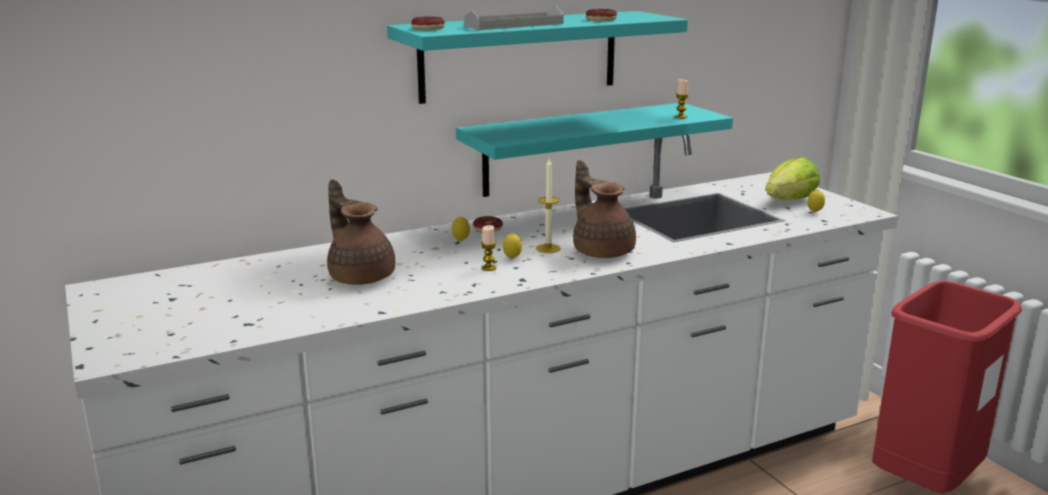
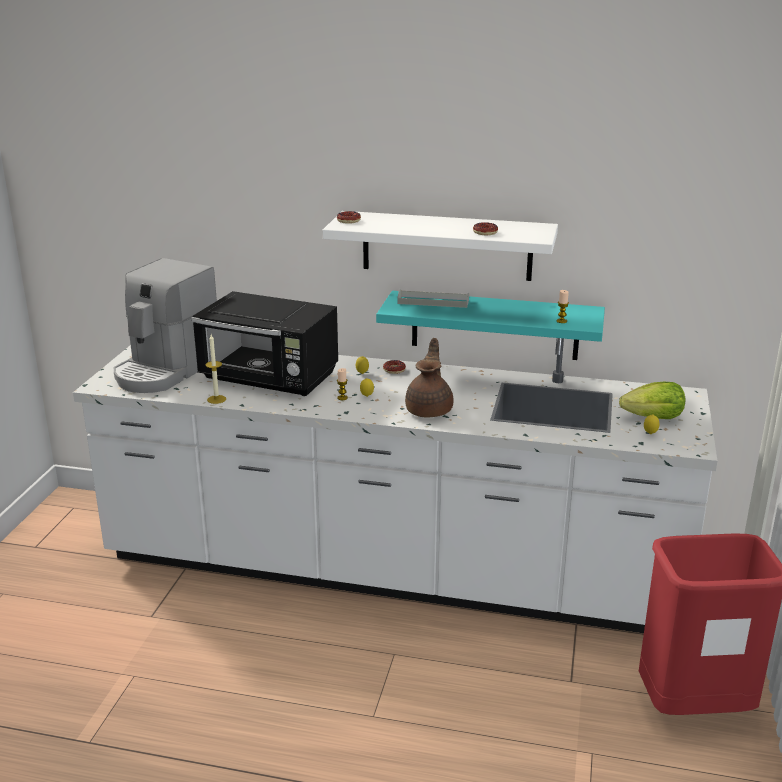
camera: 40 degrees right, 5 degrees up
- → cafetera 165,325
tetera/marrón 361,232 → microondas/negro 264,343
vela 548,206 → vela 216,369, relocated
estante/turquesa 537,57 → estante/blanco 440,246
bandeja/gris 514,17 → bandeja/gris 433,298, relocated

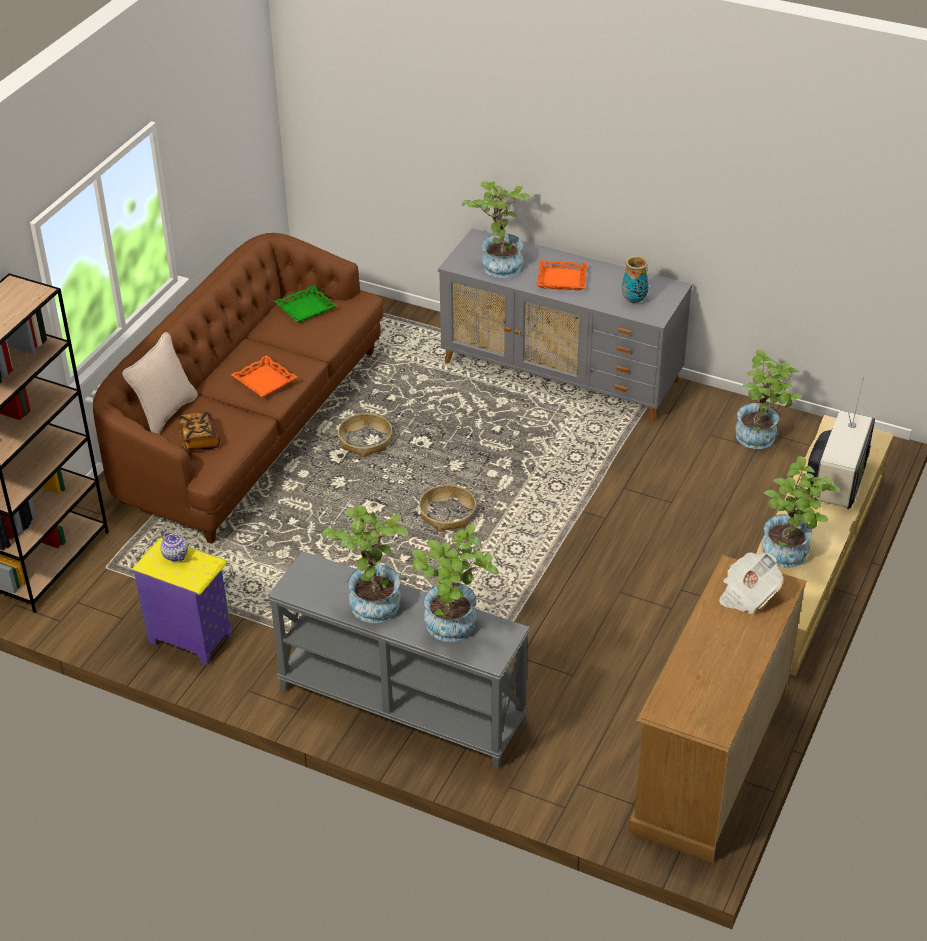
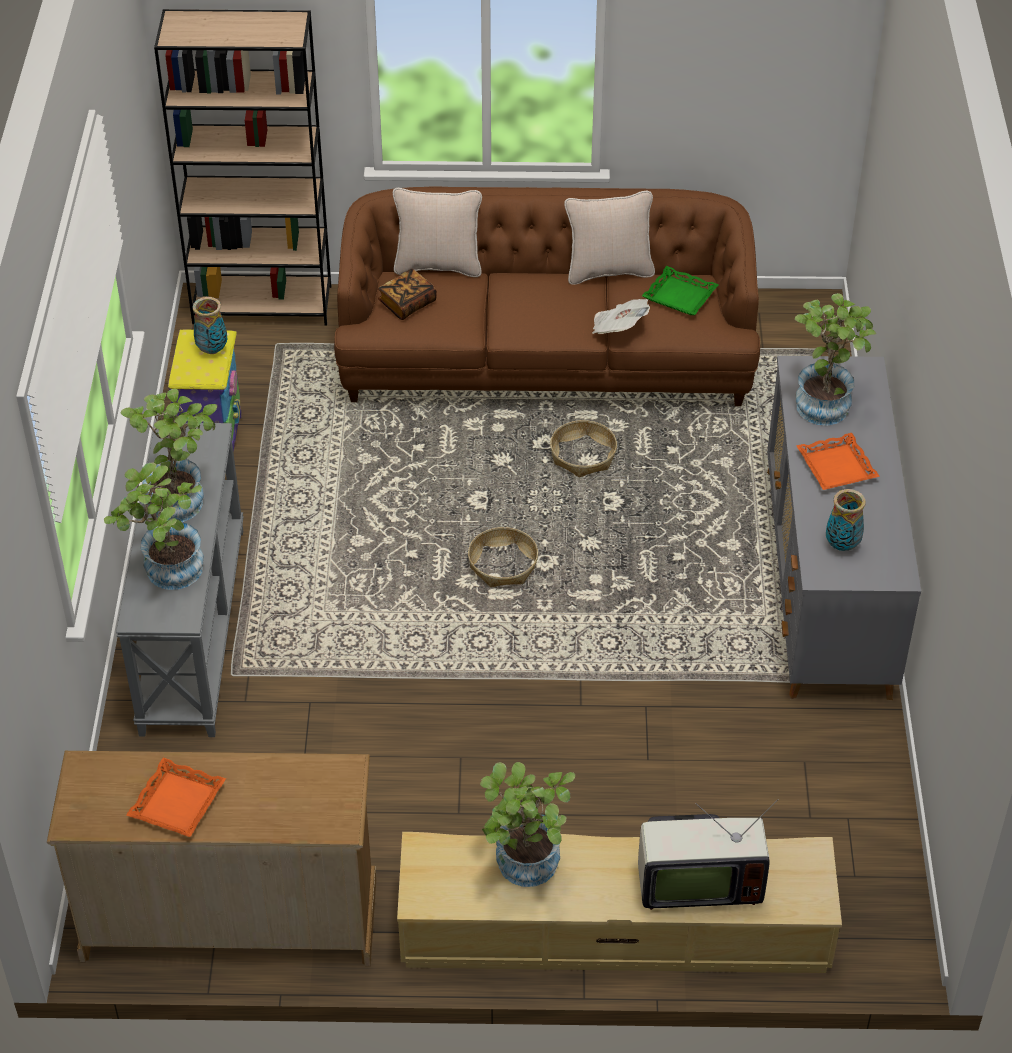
camera: 65 degrees right, 5 degrees up
bandeja/naranja 264,376 → bandeja/naranja 176,797, relocated
tetera 174,545 → florero 209,325
- → cojín/beis 609,238
periódico 751,583 → periódico 621,316, relocated
planta en maceta 768,399 → -

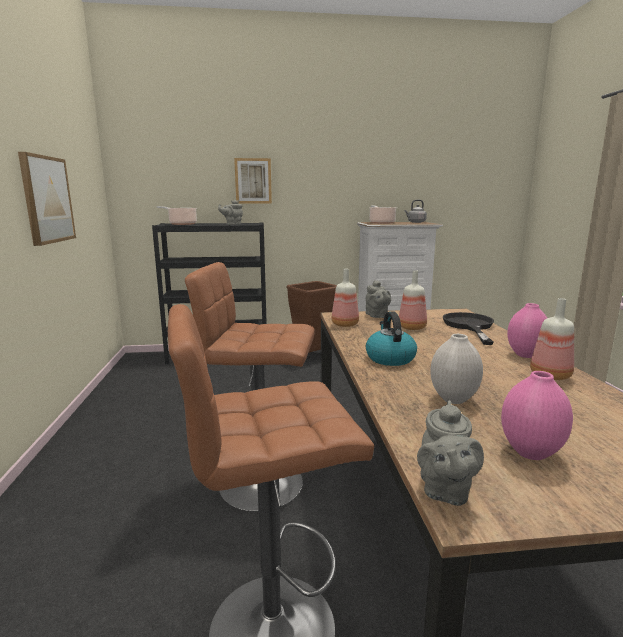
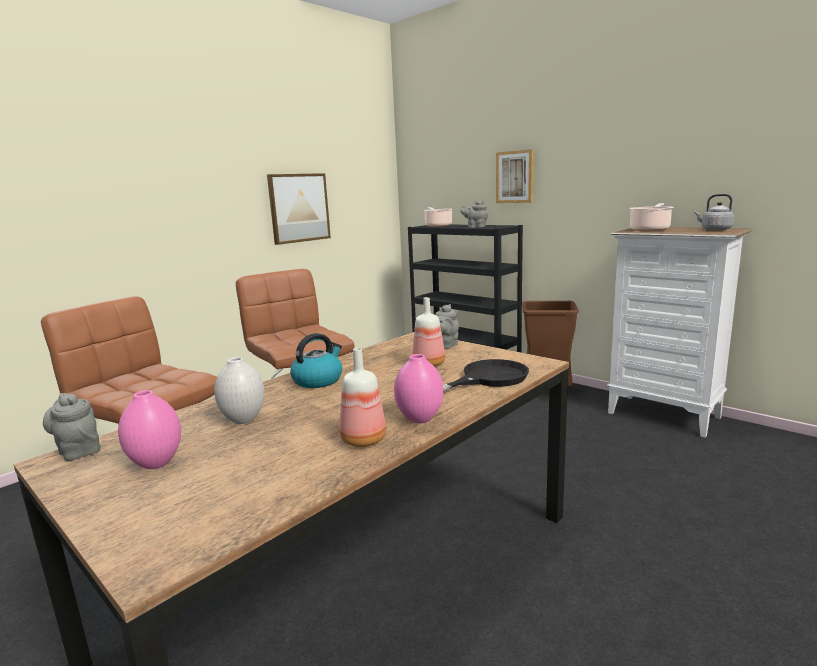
camera: 50 degrees right, 0 degrees up
tetera/gris 450,453 → tetera/gris 72,427, 75 degrees clockwise
botella 345,298 → -

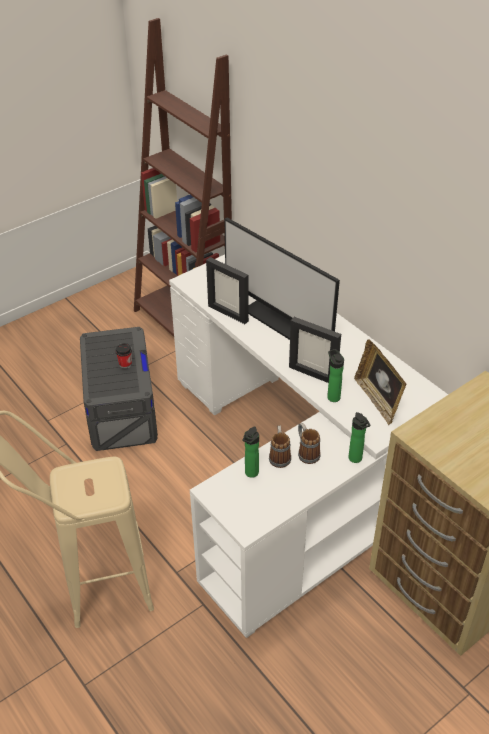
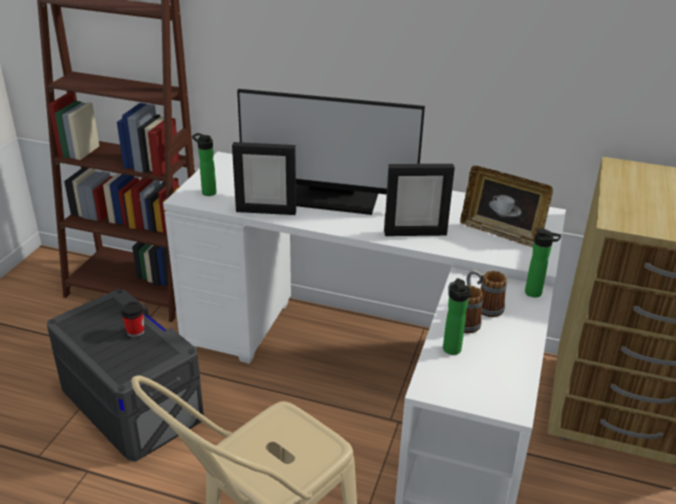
camera: 35 degrees left, 10 degrees down
botella 335,375 → botella 204,164, relocated

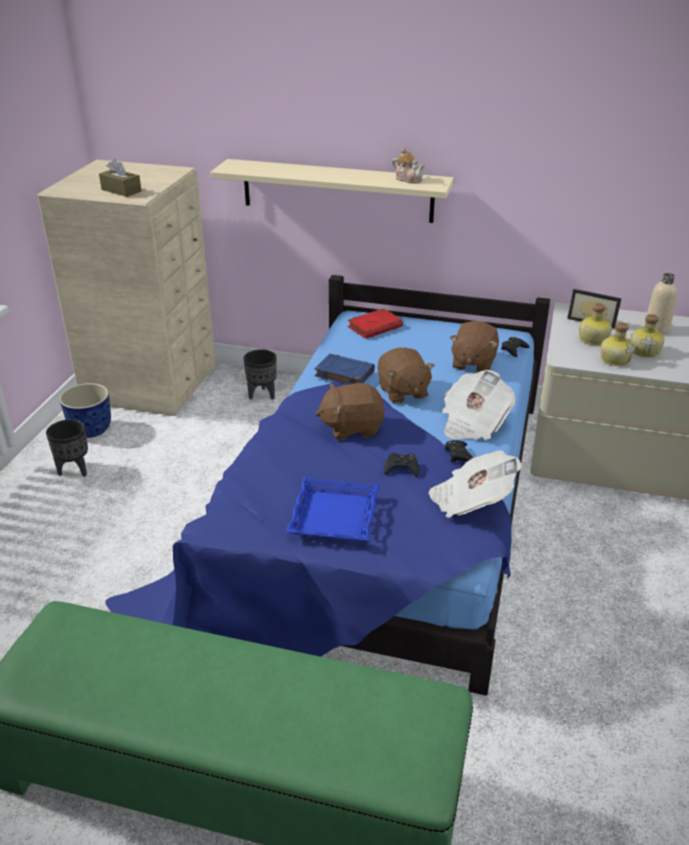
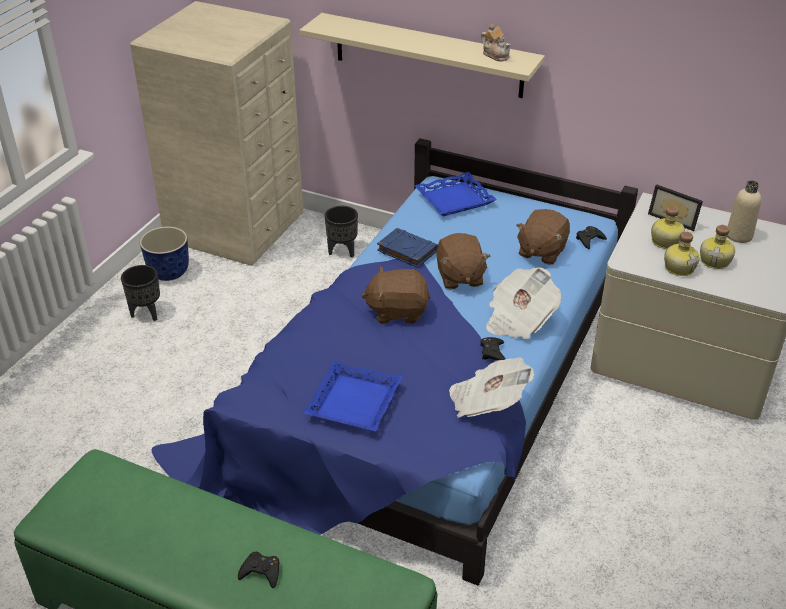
camera: 10 degrees right, 5 degrees up
mando de consola/negro 401,465 → mando de consola/negro 259,570, relocated
libro/rojo 375,323 → bandeja/azul 456,194
caja de pañuelos/marrón 120,178 → -

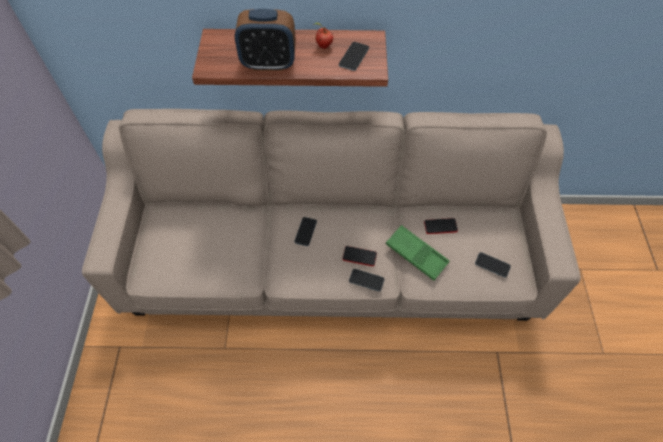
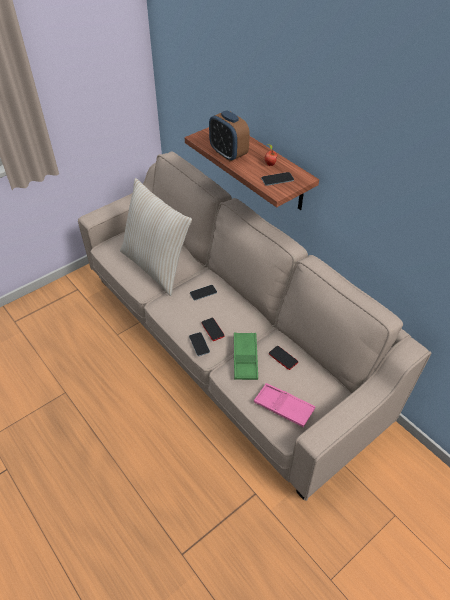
camera: 50 degrees right, 10 degrees down
- → cojín/beis 156,237
móvil 493,264 → bandeja/rosa 284,405

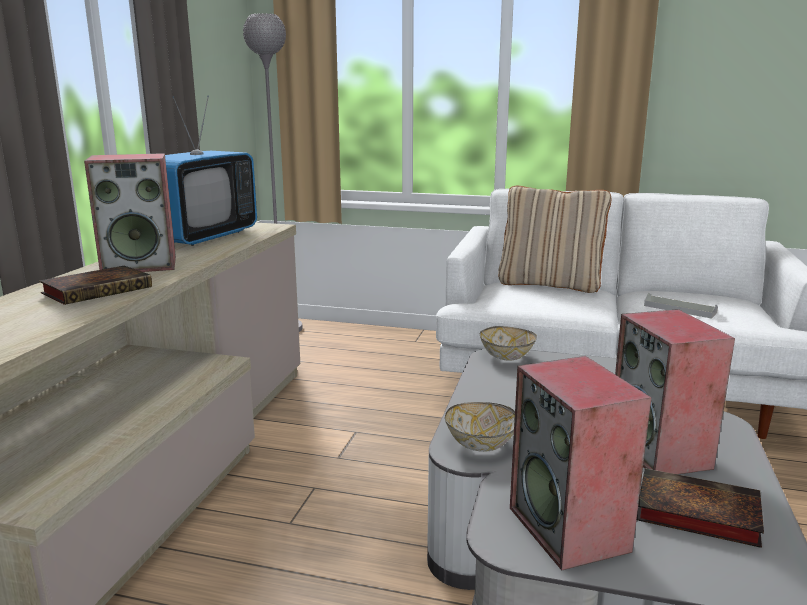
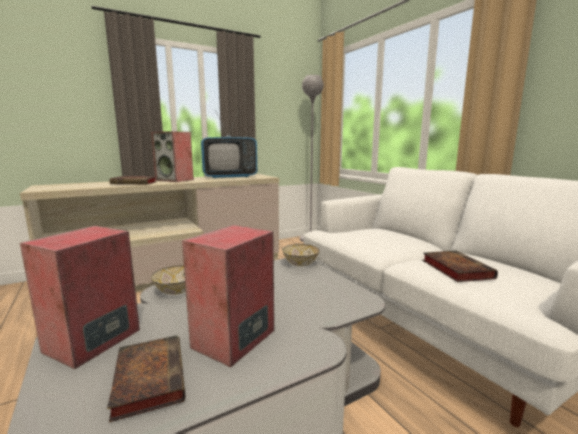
camera: 45 degrees right, 5 degrees down
bandeja/gris 681,306 → libro 460,266
cojín/beis 555,239 → -

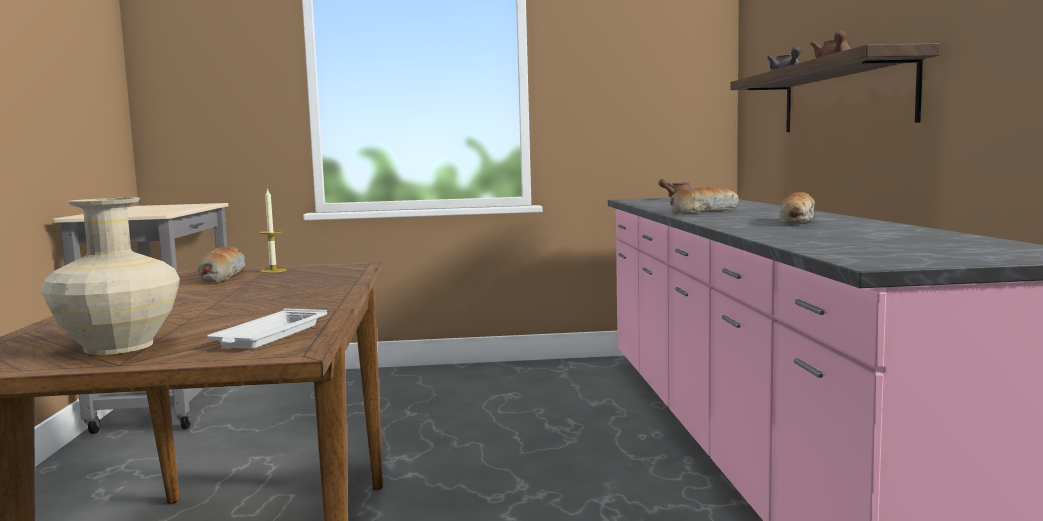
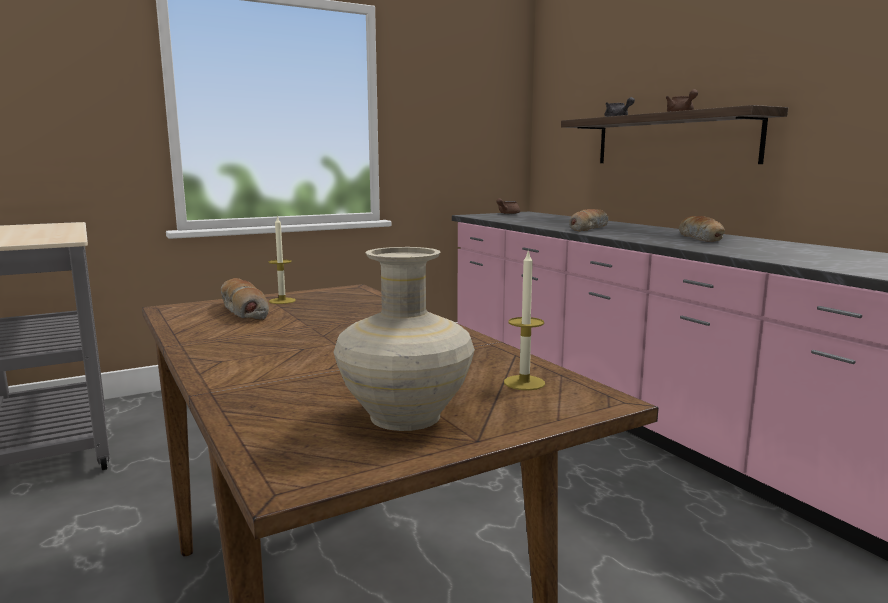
camera: 25 degrees left, 5 degrees up
bandeja/blanco 267,328 → vela 524,319

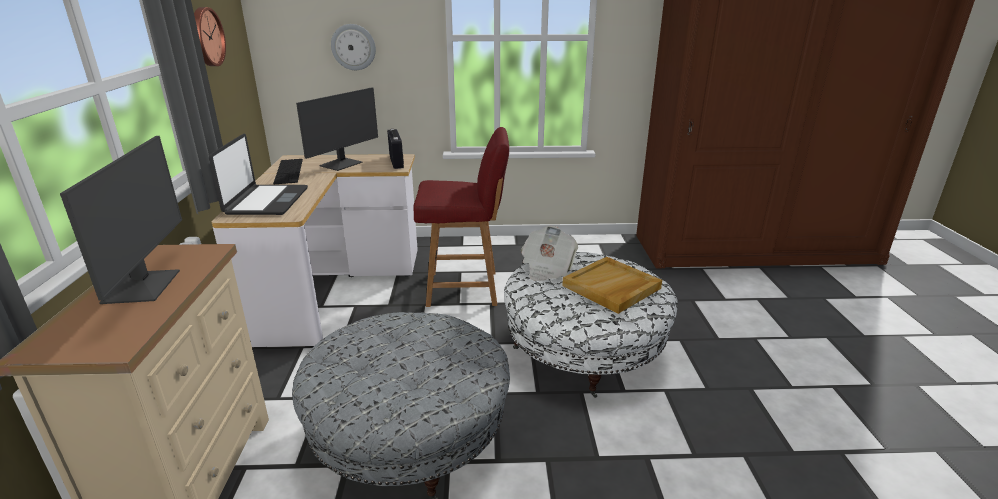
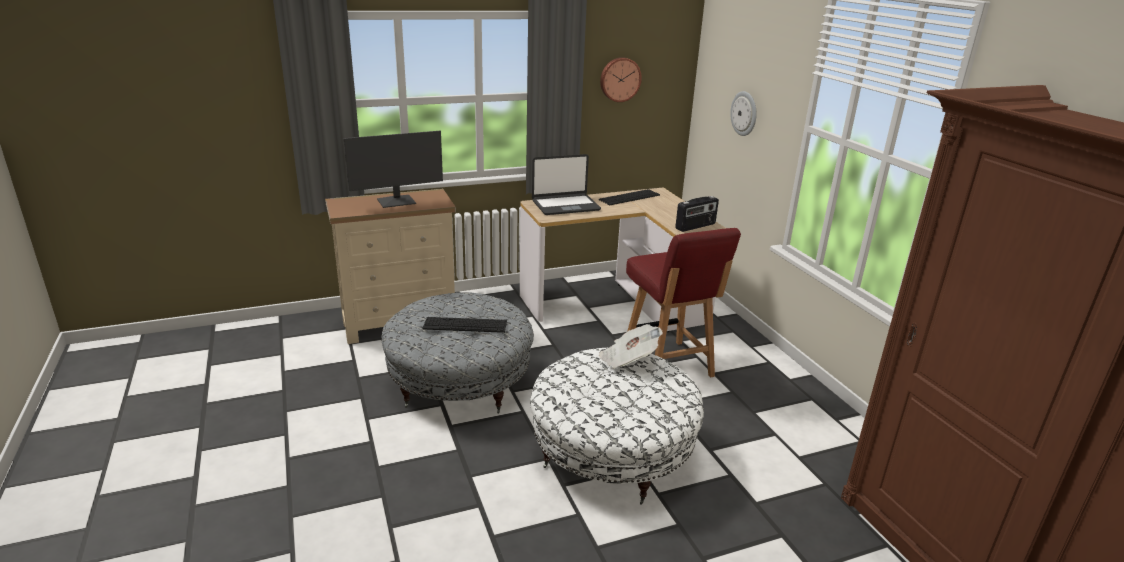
camera: 70 degrees right, 0 degrees up
- → teclado 464,325
monitor 337,129 → -
bandeja/beis 612,285 → -

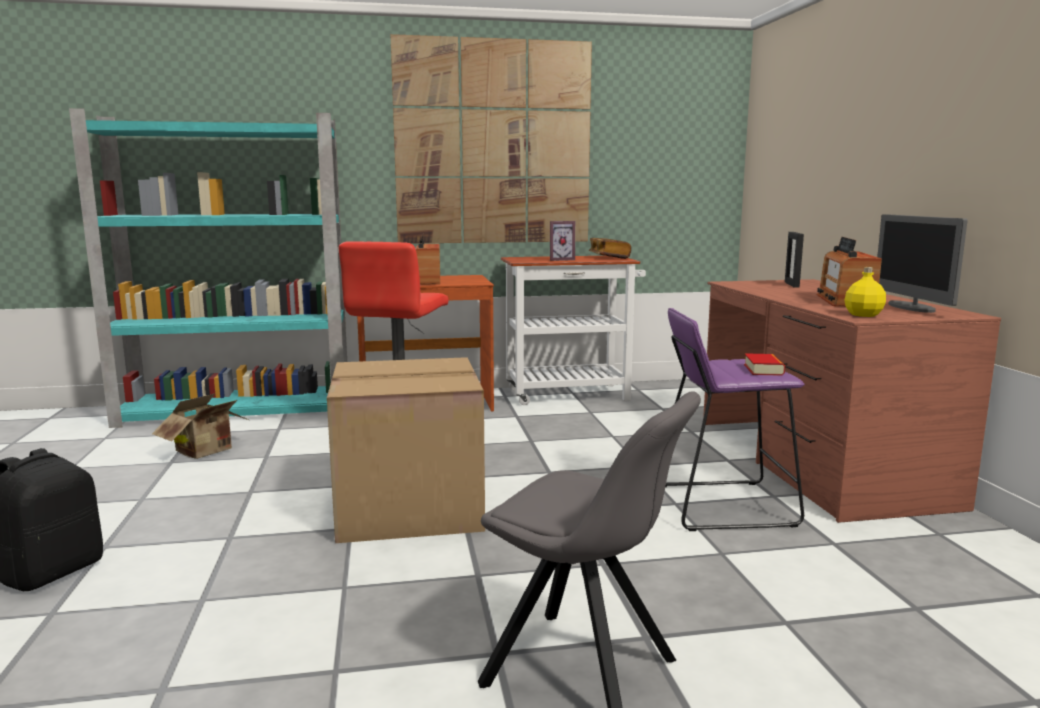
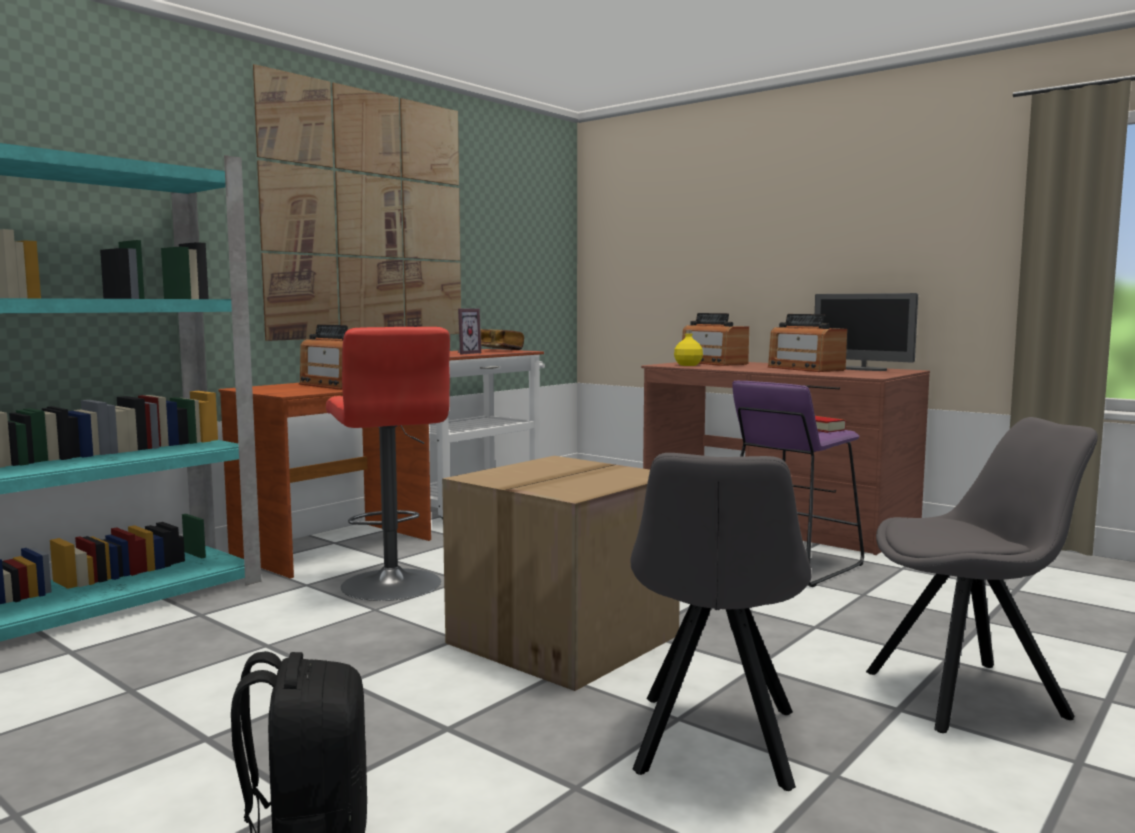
camera: 40 degrees left, 5 degrees down
- → silla/gris 721,622
botella/amarillo 865,292 → botella/amarillo 688,348, relocated
portarretratos 794,259 → radio 715,339
caja de cartón 200,426 → -

